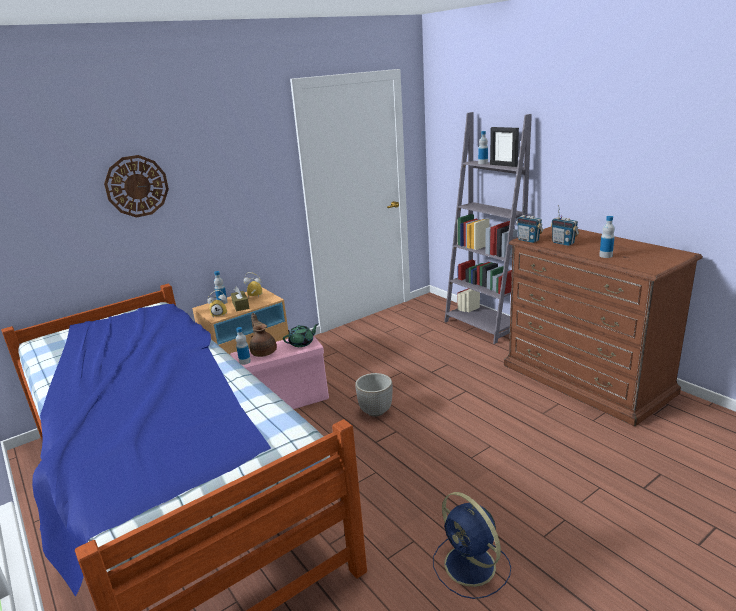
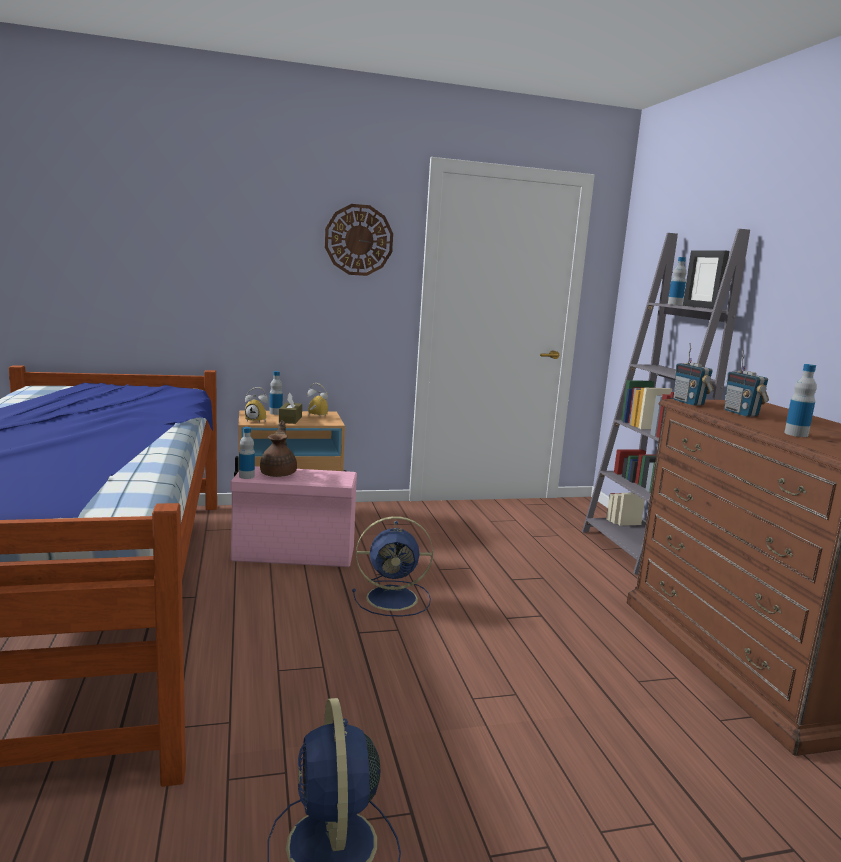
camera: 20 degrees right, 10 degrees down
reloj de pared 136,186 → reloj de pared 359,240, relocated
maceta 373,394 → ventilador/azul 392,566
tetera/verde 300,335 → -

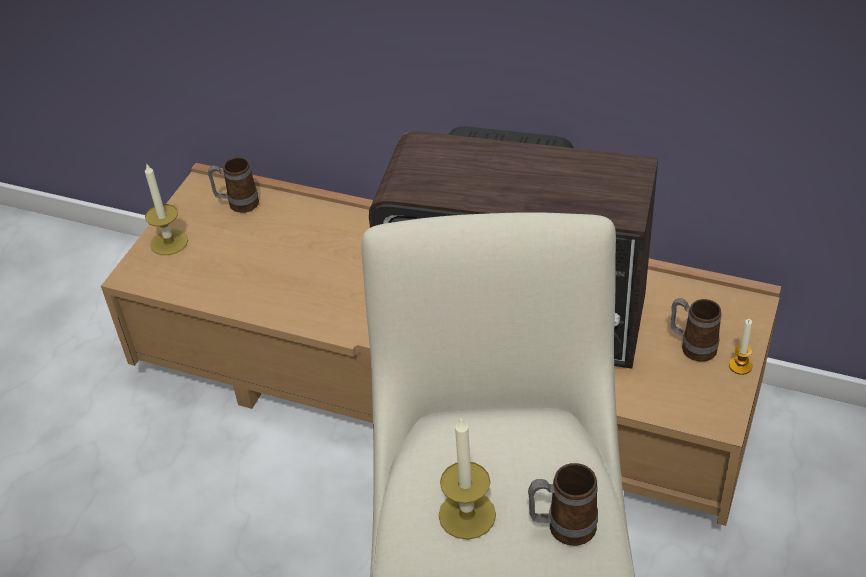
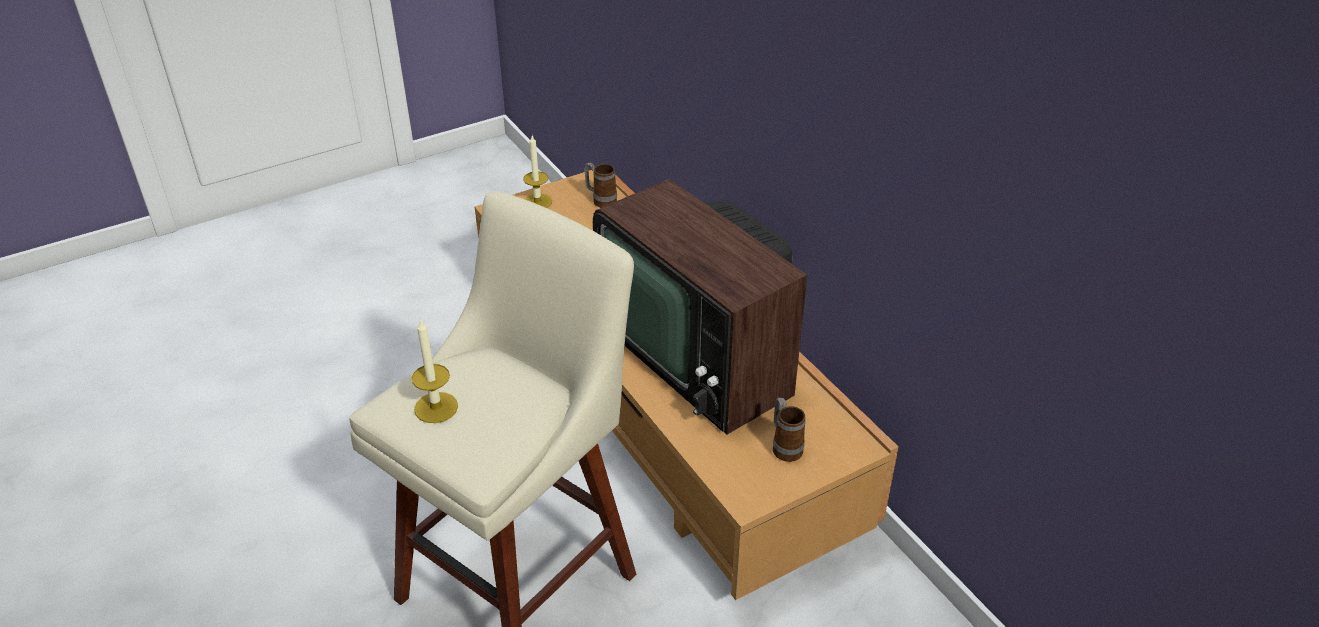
camera: 35 degrees right, 5 degrees down
taza grande 563,504 → -
vela 740,347 → -

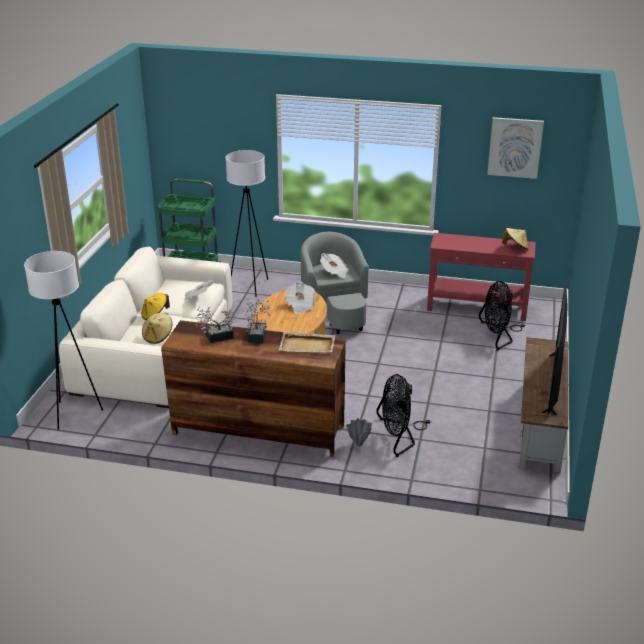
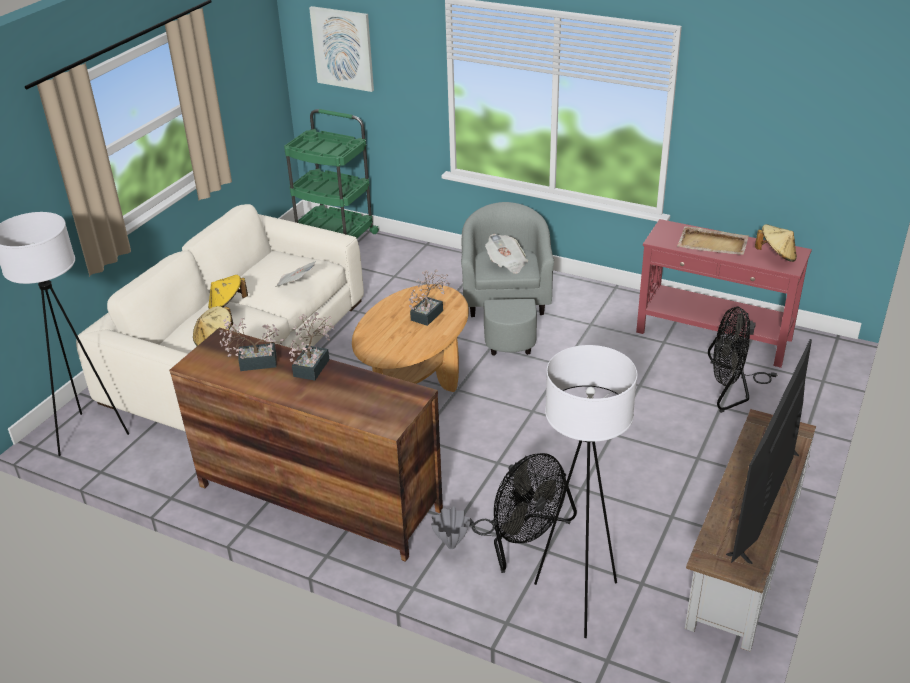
camera: 15 degrees right, 5 degrees up
cuadro 515,148 → cuadro 341,49, relocated
periódico 300,298 → planta en maceta 429,297
ventilador/negro 404,415 → ventilador/negro 523,513, 135 degrees counterclockwise
lámpara de pie/blanco 247,223 → lámpara de pie/blanco 586,491, relocated
bandeja/beis 307,342 → bandeja/beis 713,240, relocated

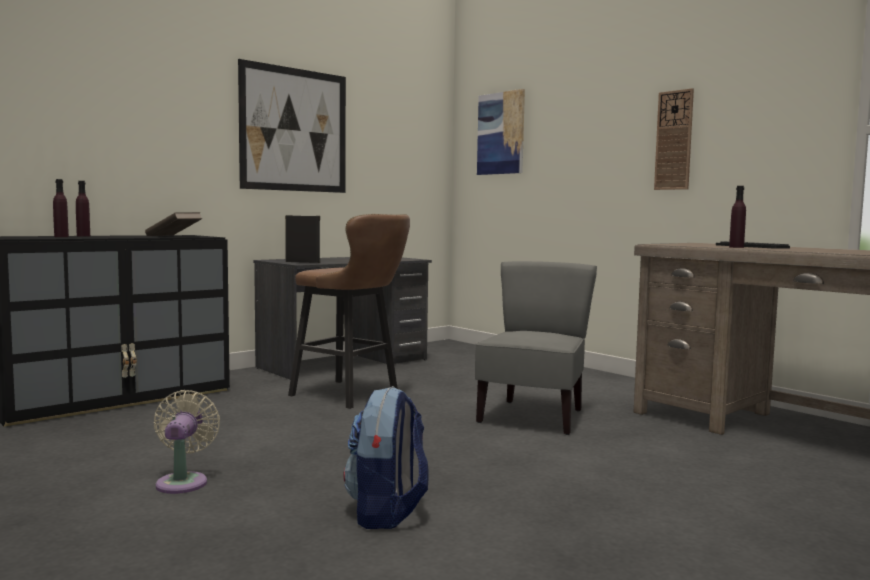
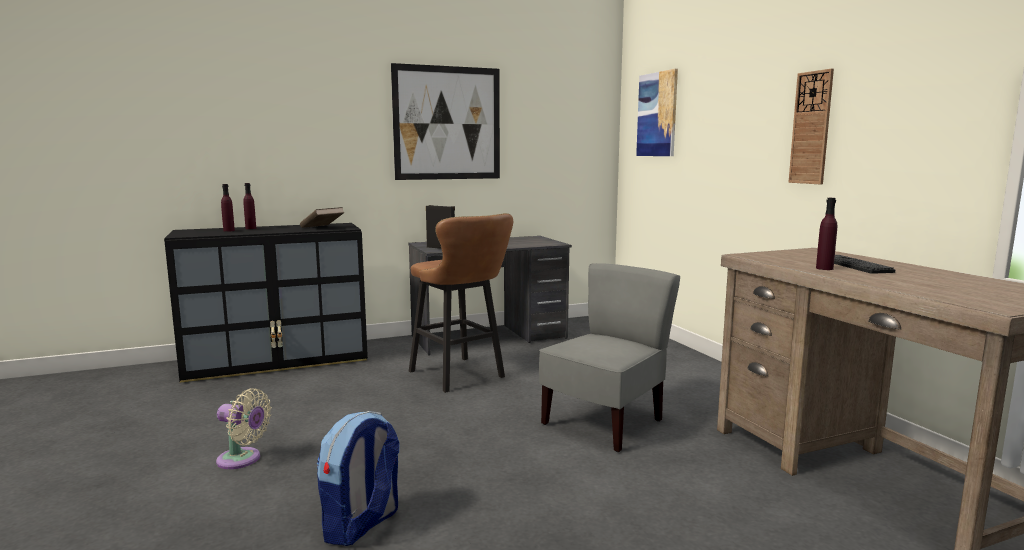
camera: 20 degrees right, 5 degrees up
ventilador/beis 187,442 → ventilador/beis 243,428, 90 degrees clockwise

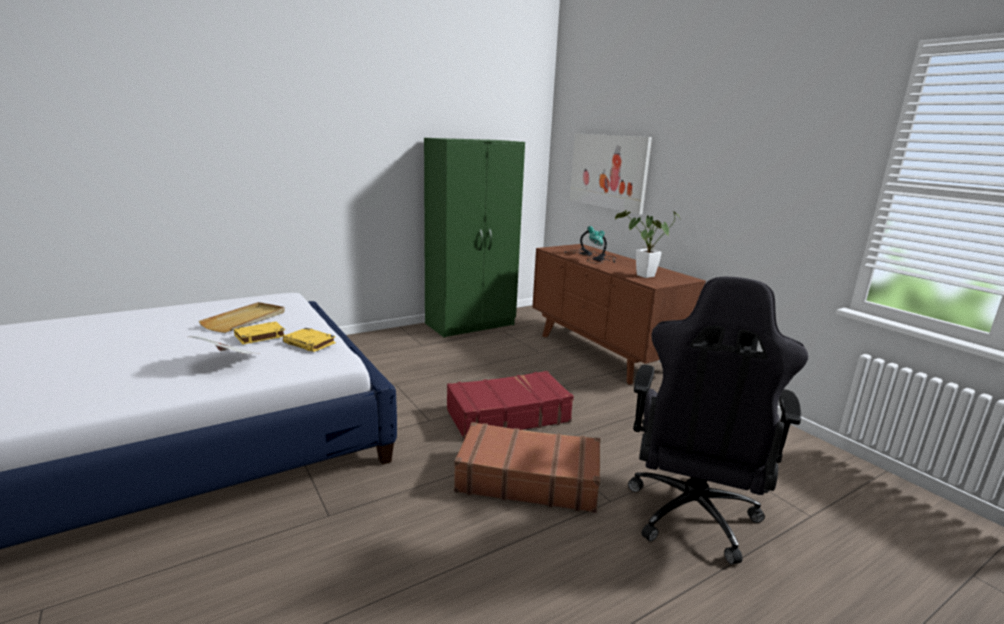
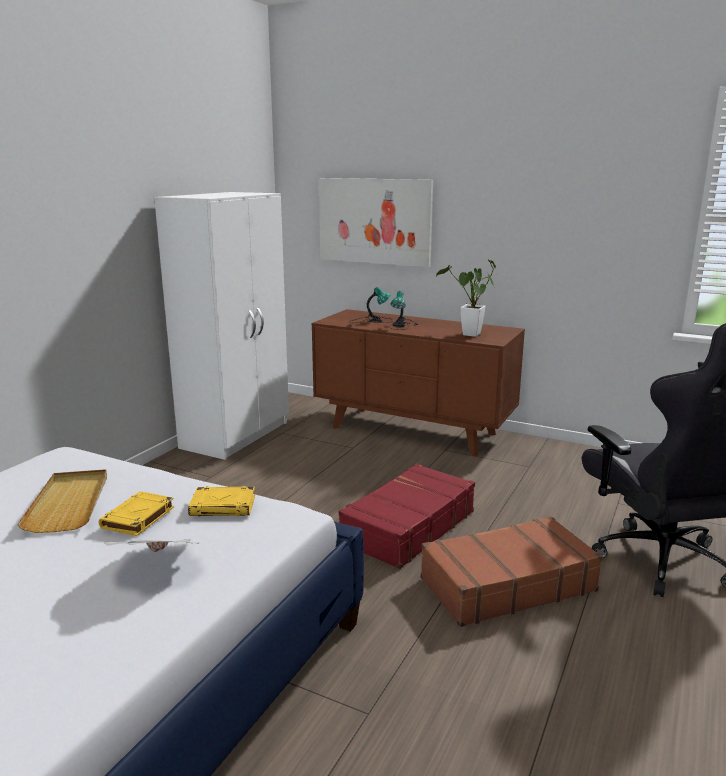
camera: 30 degrees left, 0 degrees up
armario ropero/verde 474,238 → armario ropero/blanco 221,326

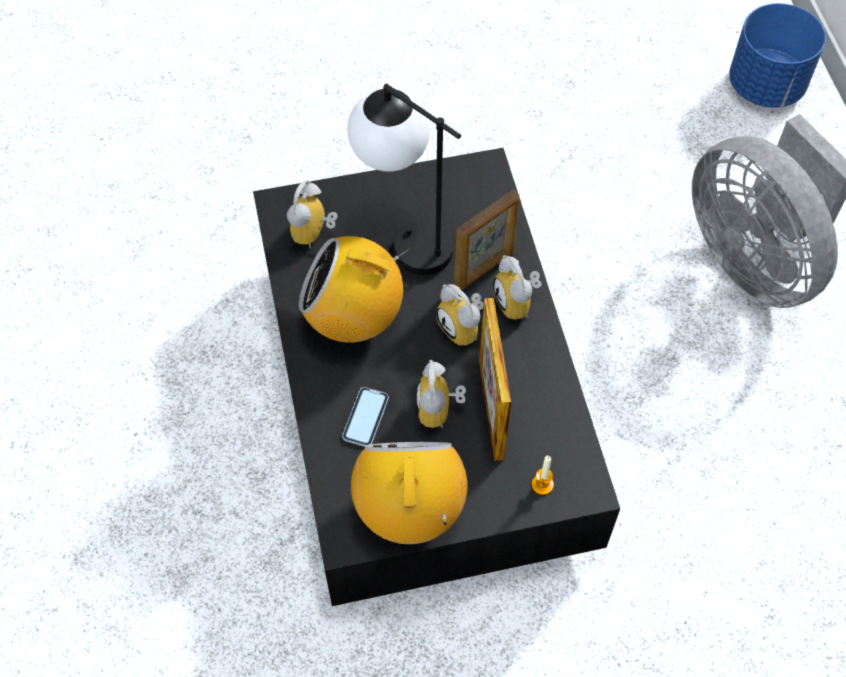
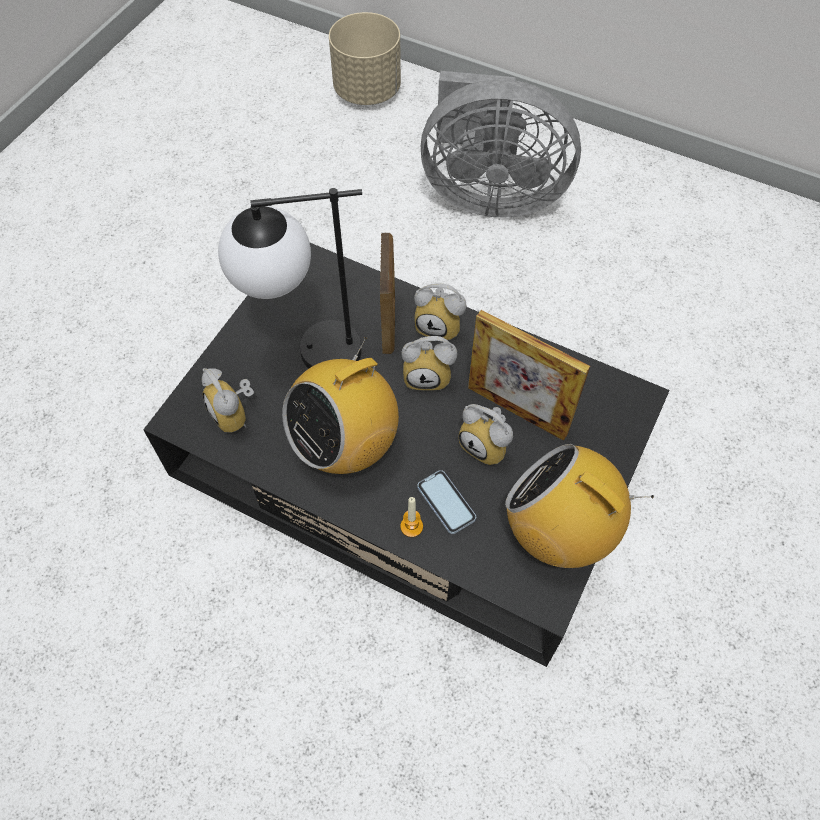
camera: 50 degrees left, 0 degrees up
maceta/azul 777,55 → maceta/beis 365,58
vela 542,475 → vela 411,517, relocated

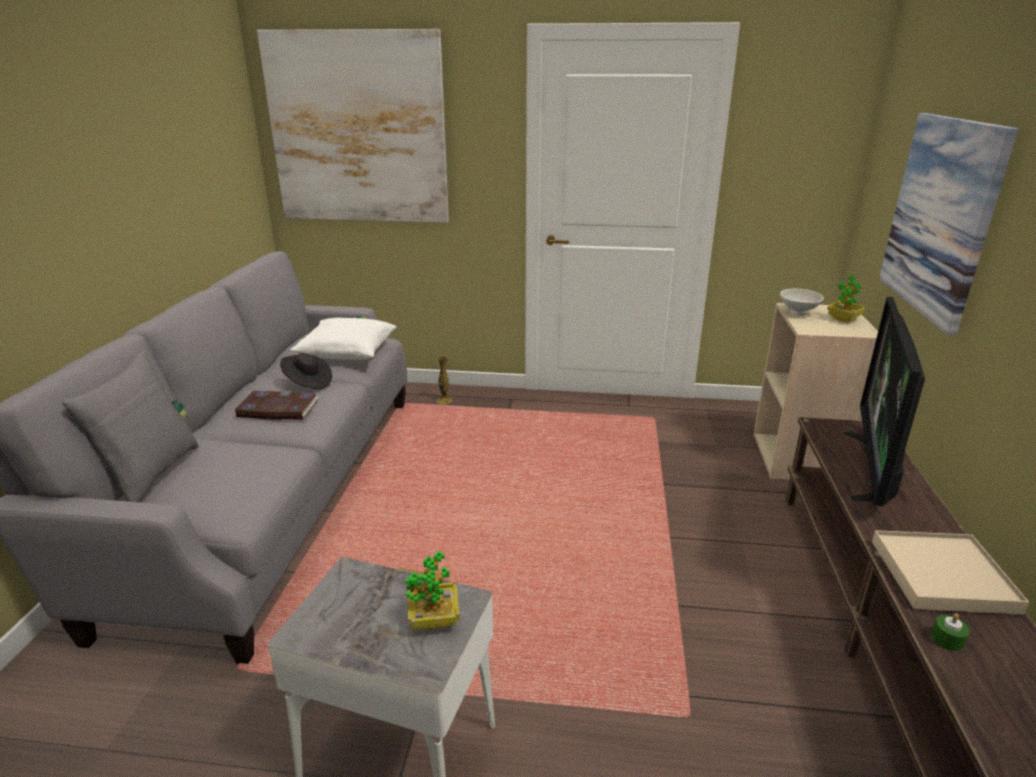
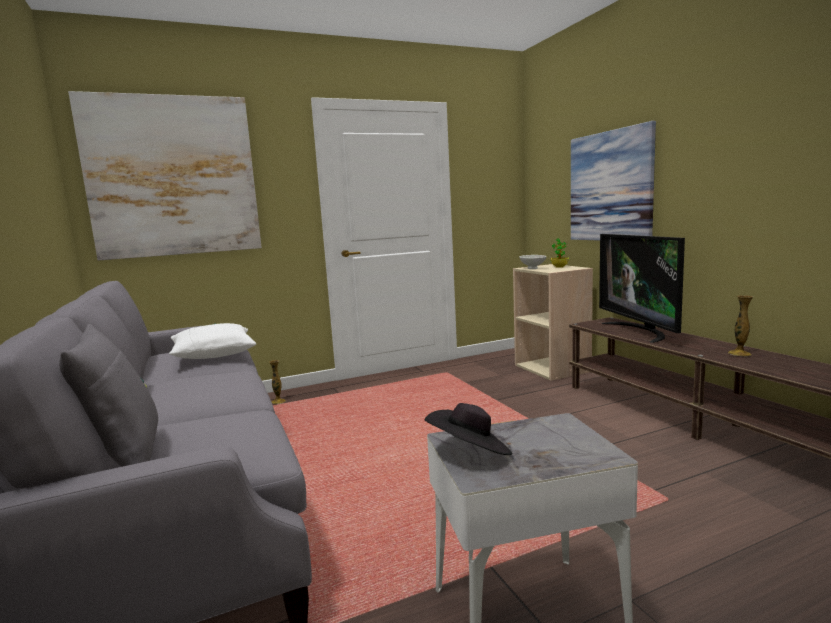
camera: 30 degrees left, 15 degrees down
sombrero/negro 306,371 → sombrero/negro 468,429, relocated
bandeja/beis 950,572 → florero 740,325
libro 276,405 → -
planta en maceta 432,590 → -
vela/verde 950,632 → -

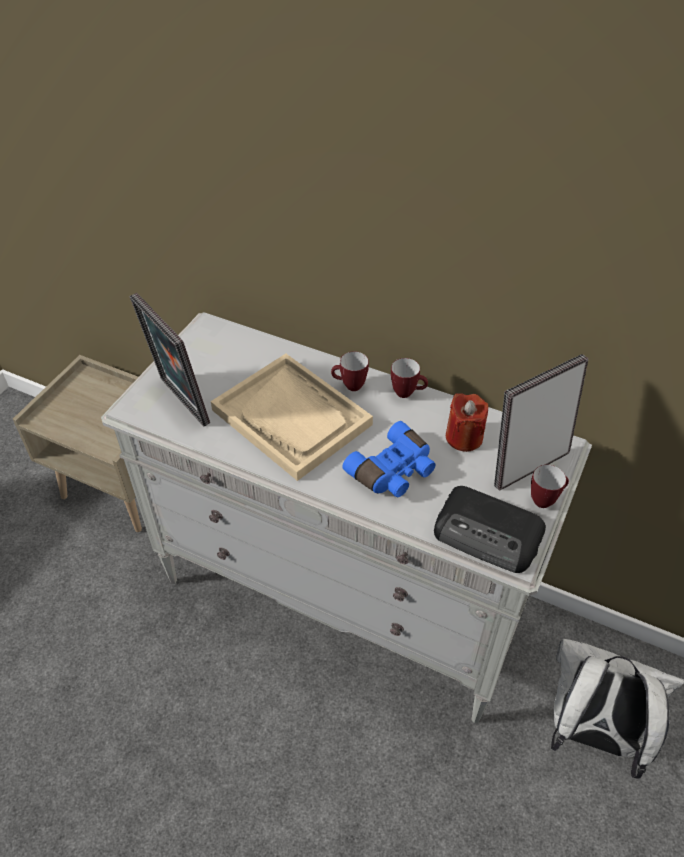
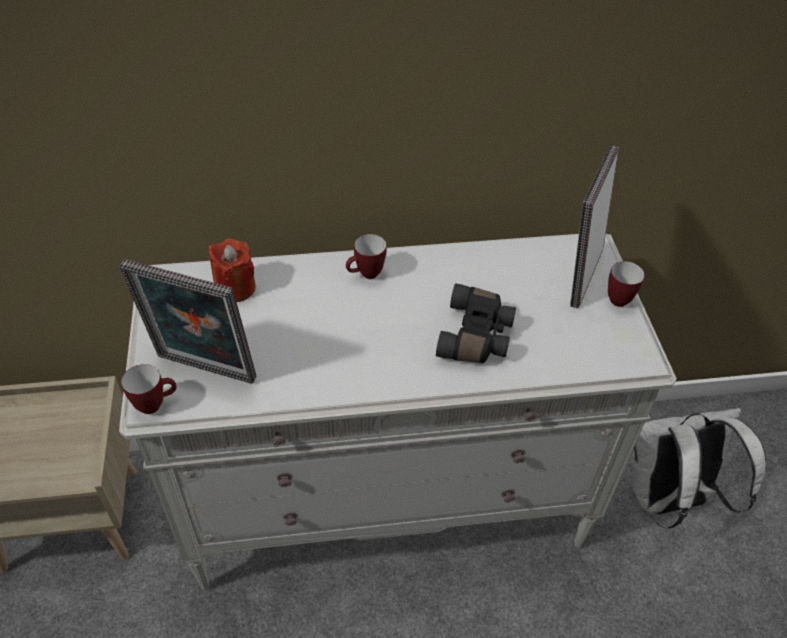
camera: 35 degrees left, 0 degrees up
taza grande 409,378 → taza grande 148,389, relocated
vela/rojo 467,422 → vela/rojo 232,270, relocated
prismáticos/azul 389,459 → prismáticos/negro 476,323
bandeja/beis 292,417 → -
radio 490,529 → -

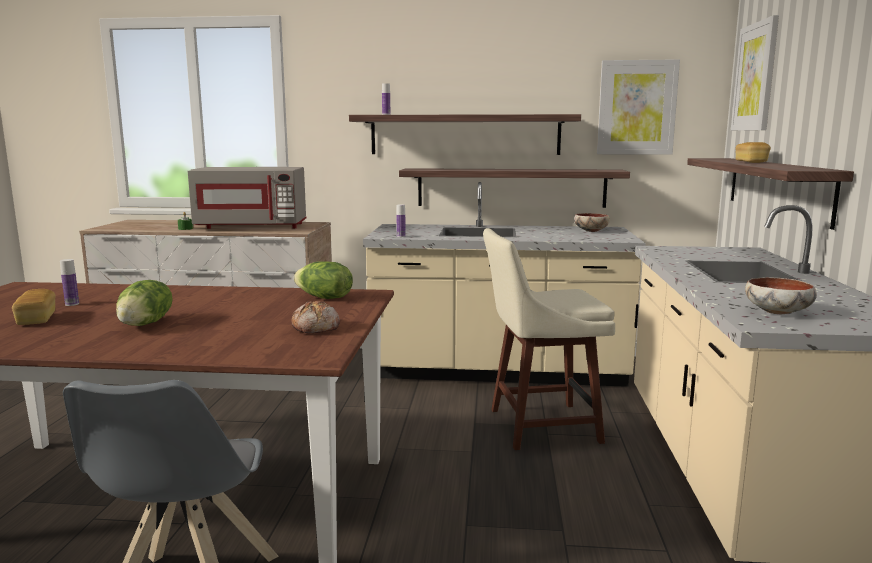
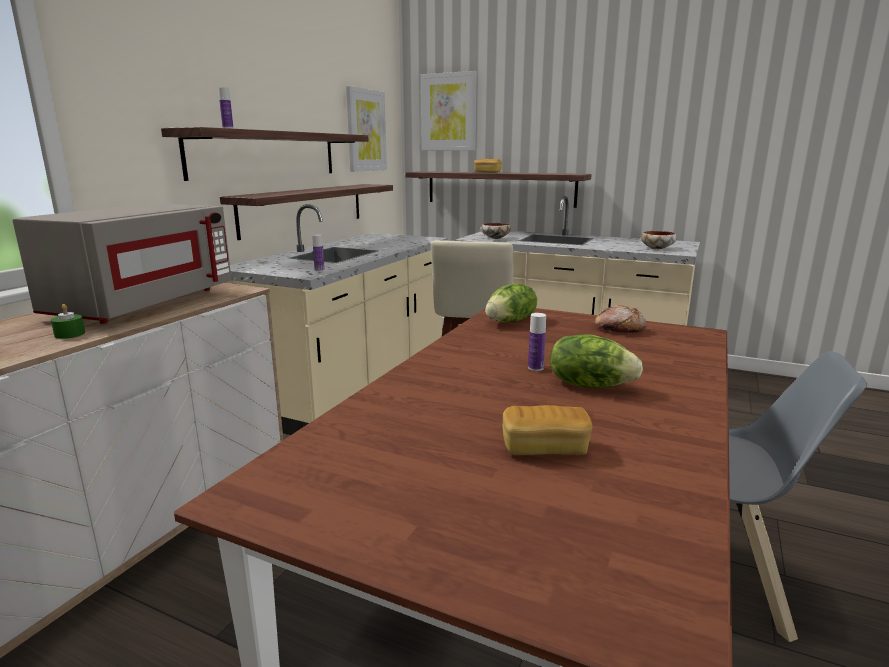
camera: 70 degrees left, 5 degrees up
cuenco 592,222 → cuenco 496,231, relocated
botella 69,282 → botella 537,342, relocated

